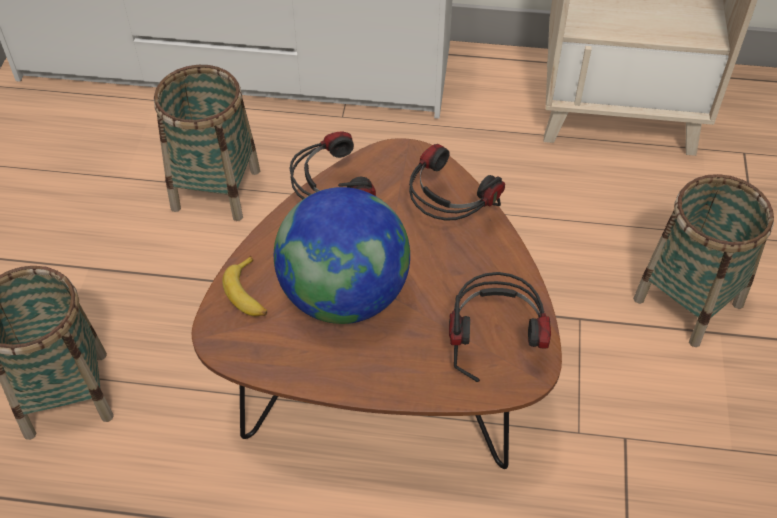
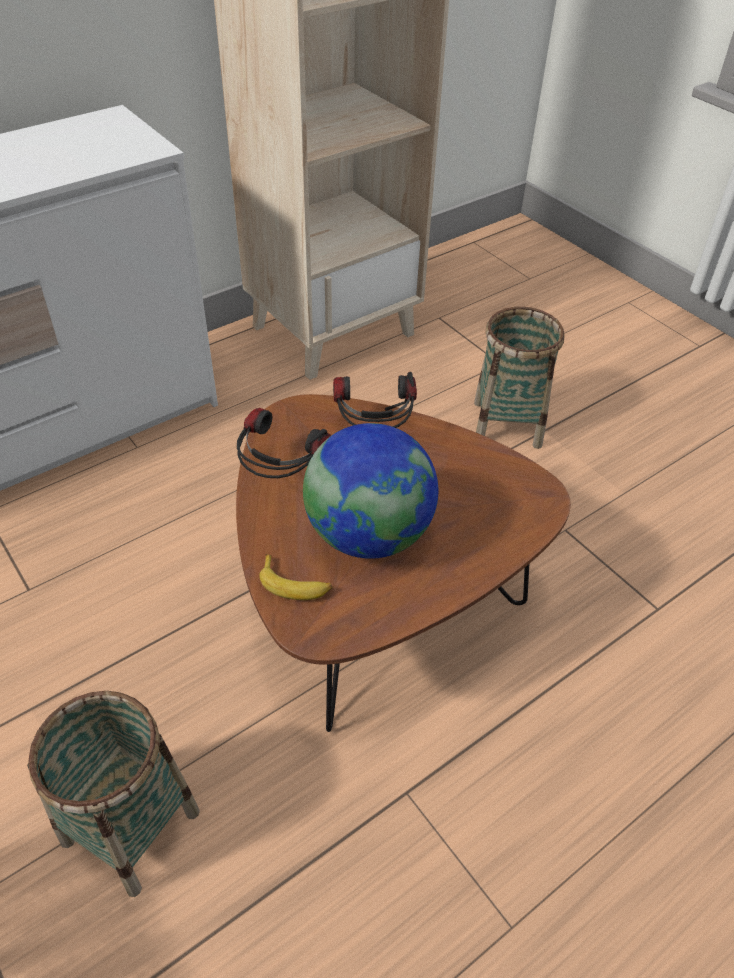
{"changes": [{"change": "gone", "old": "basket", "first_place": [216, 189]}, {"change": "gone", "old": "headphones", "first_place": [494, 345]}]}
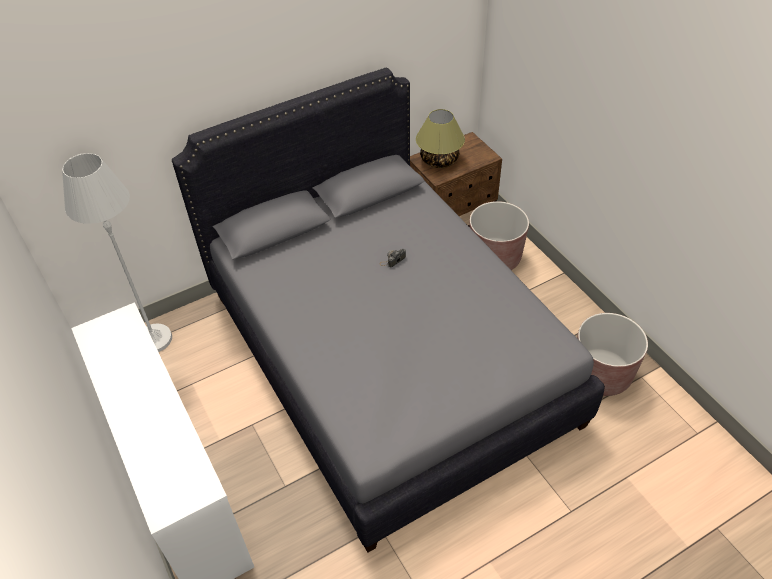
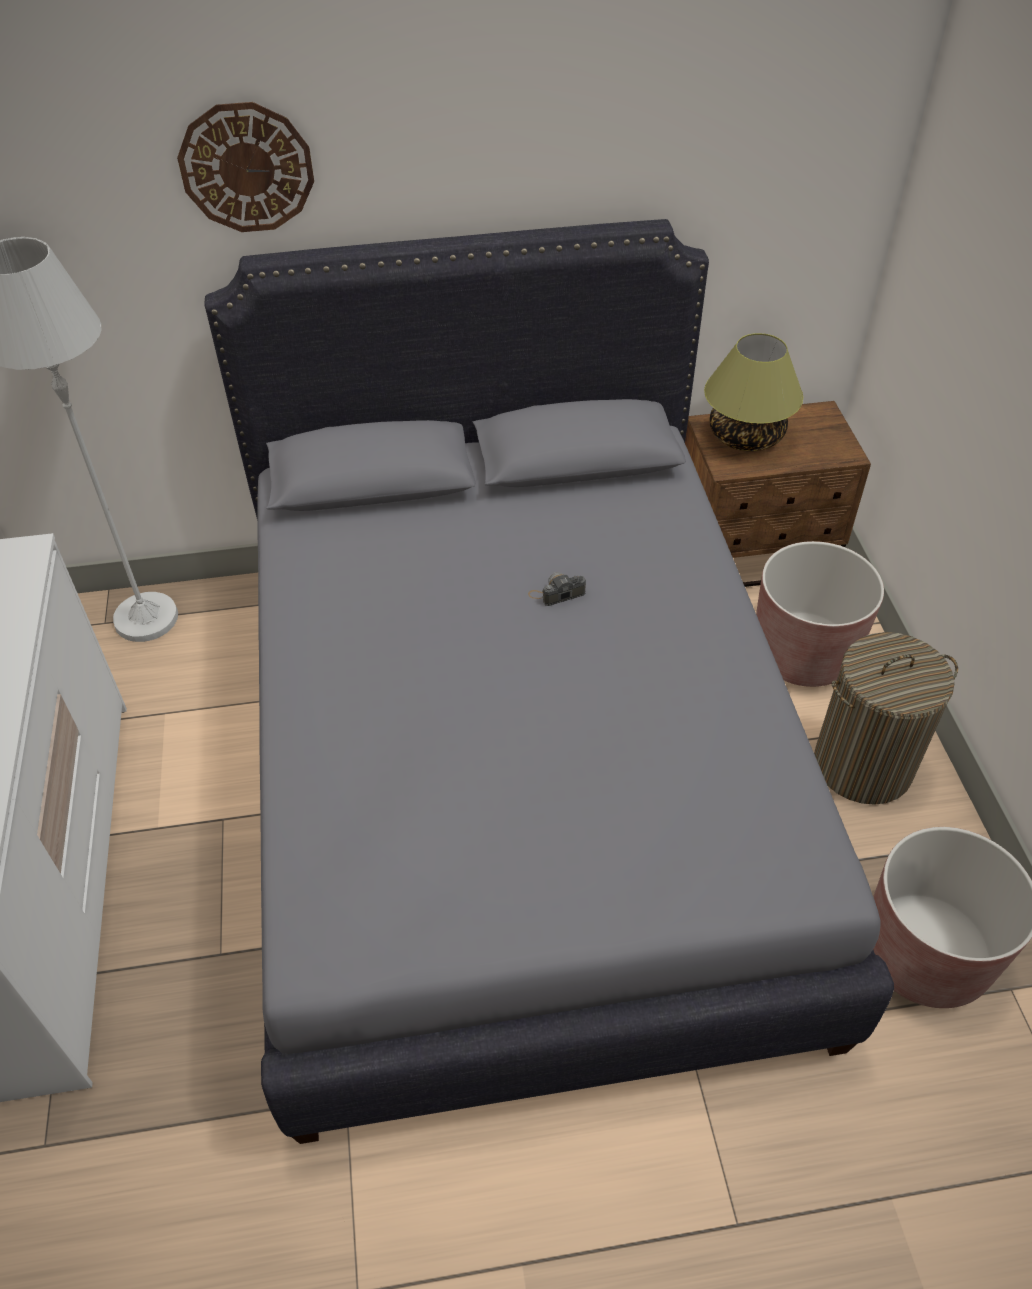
{"changes": [{"change": "new", "new": "wall clock", "second_place": [246, 168]}, {"change": "new", "new": "laundry basket", "second_place": [863, 764]}]}
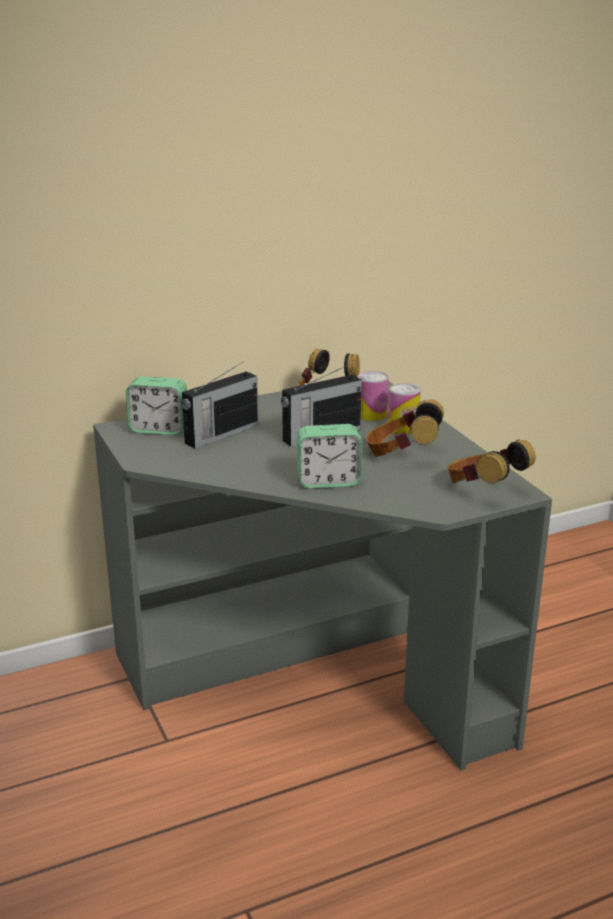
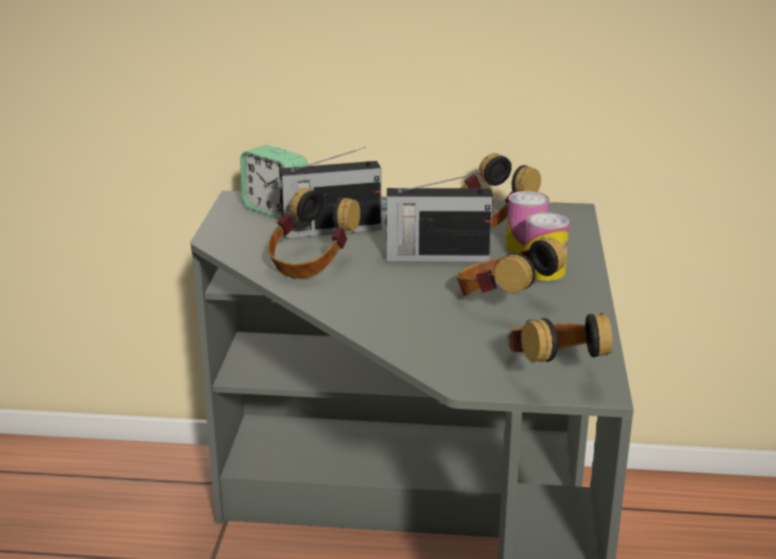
{"changes": [{"change": "gone", "old": "alarm clock", "first_place": [328, 481]}, {"change": "new", "new": "headphones", "second_place": [311, 264]}]}
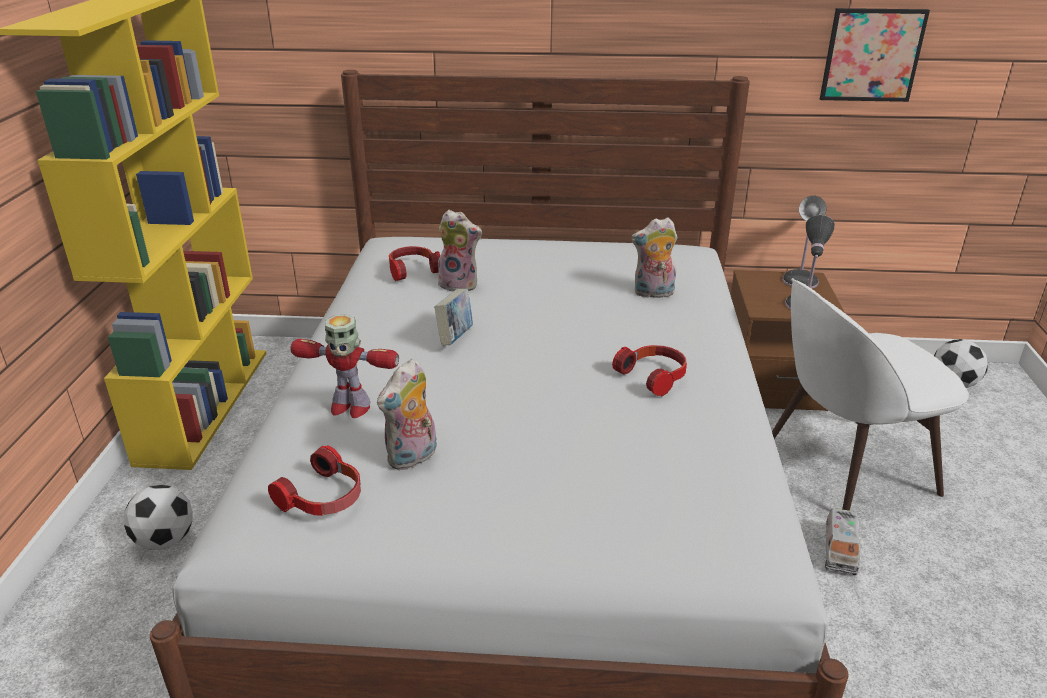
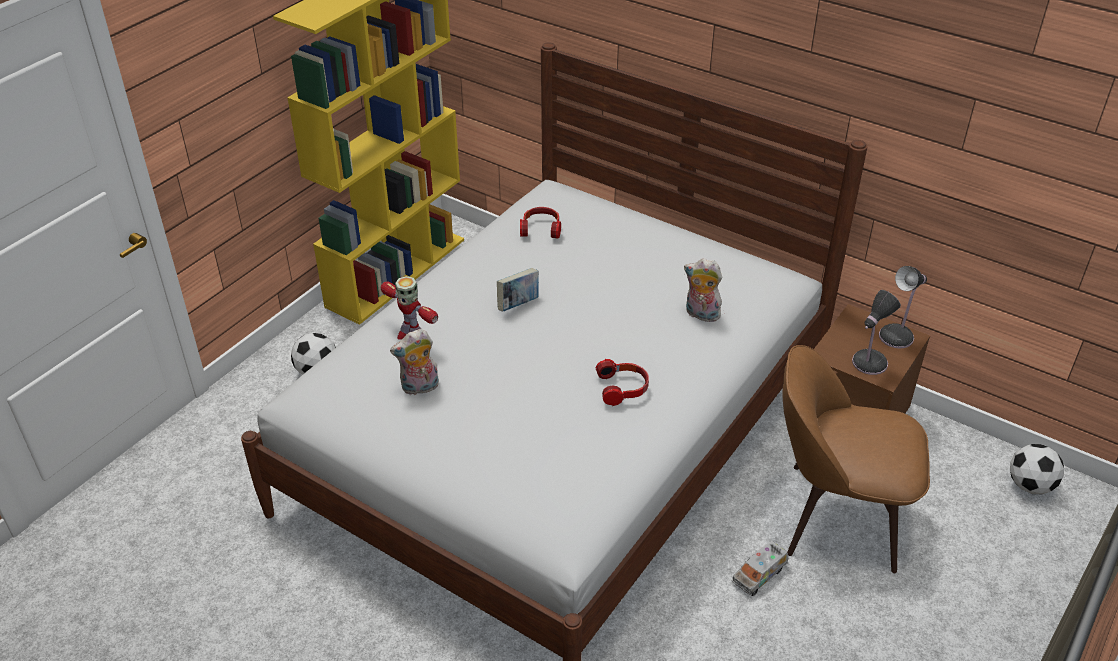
{"changes": [{"change": "gone", "old": "picture", "first_place": [872, 55]}, {"change": "gone", "old": "plush toy", "first_place": [460, 284]}, {"change": "repainted", "old": "white chair", "new": "brown chair", "first_place": [844, 467], "second_place": [835, 515]}, {"change": "gone", "old": "headphones", "first_place": [324, 498]}]}
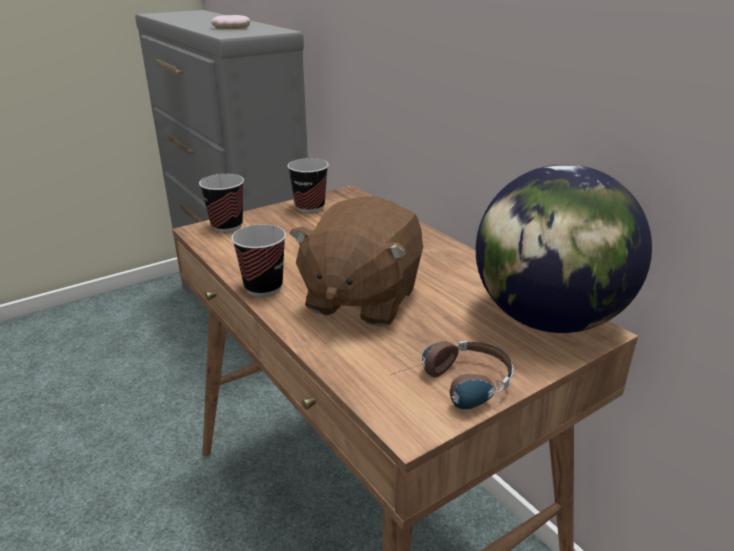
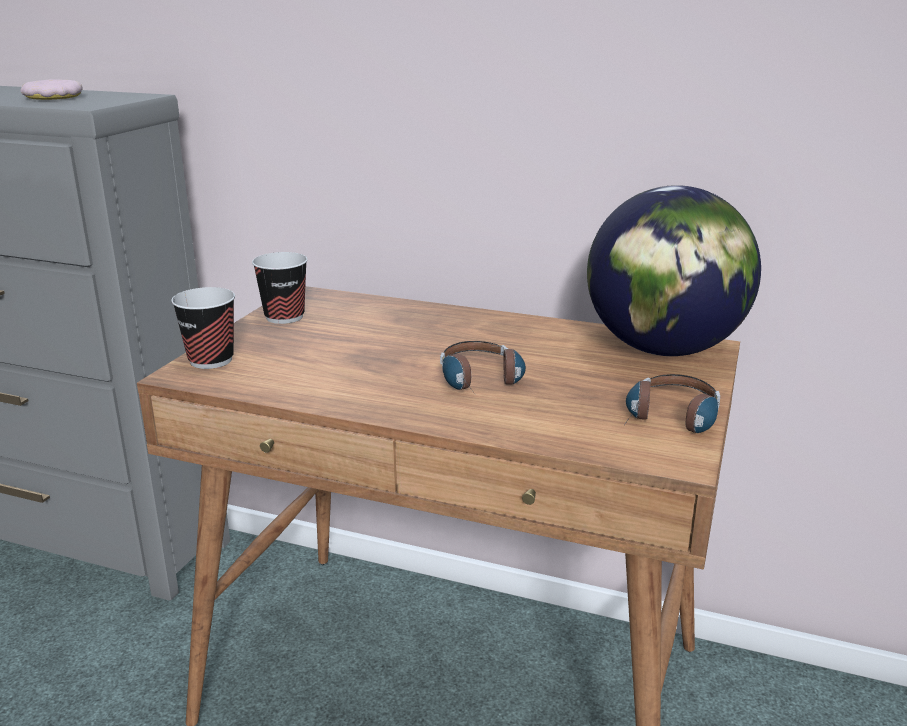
{"changes": [{"change": "swapped", "old": "brown plush toy", "new": "headphones", "first_place": [361, 299], "second_place": [483, 383]}, {"change": "gone", "old": "cup", "first_place": [263, 287]}]}
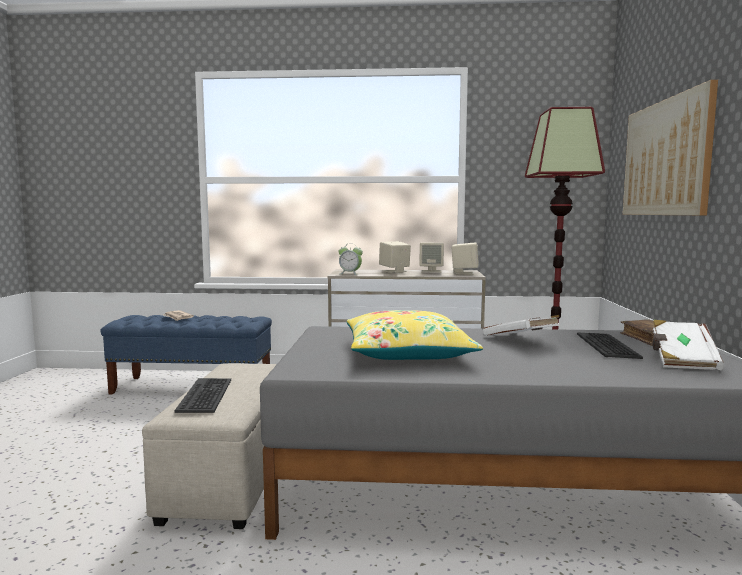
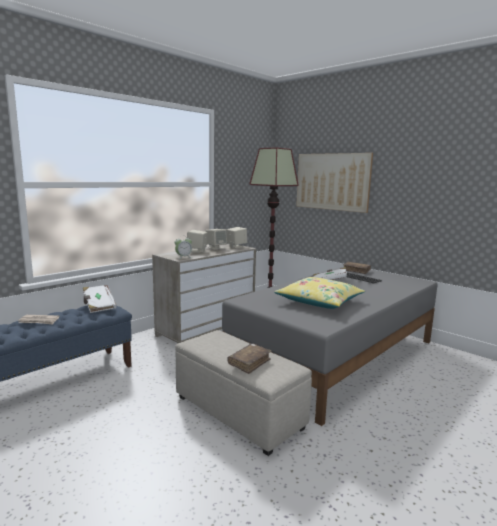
{"changes": [{"change": "shifted", "old": "white book", "first_place": [682, 360], "second_place": [98, 306]}, {"change": "swapped", "old": "keyboard", "new": "brown book", "first_place": [206, 395], "second_place": [249, 363]}]}
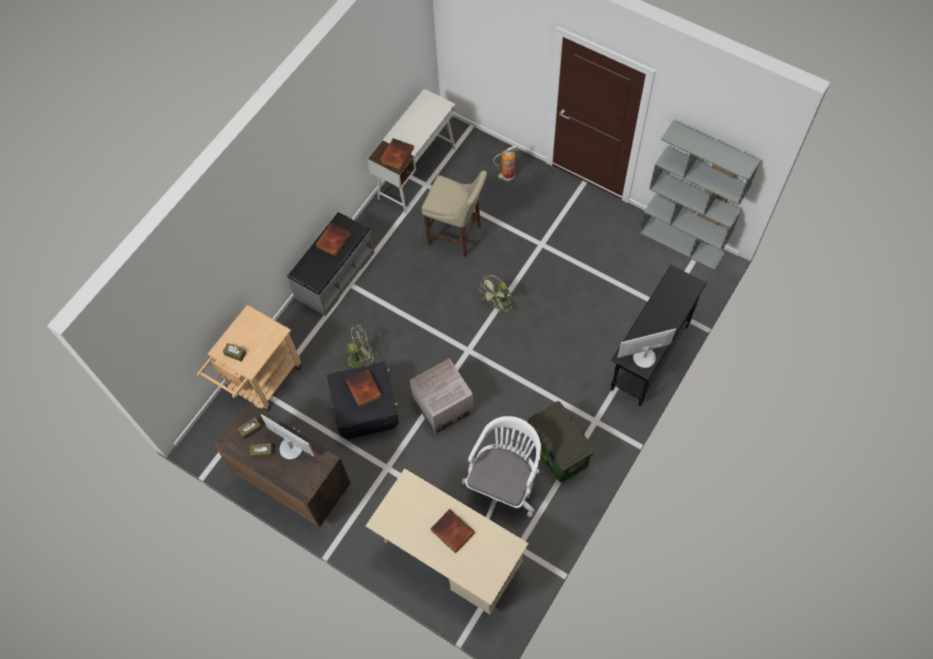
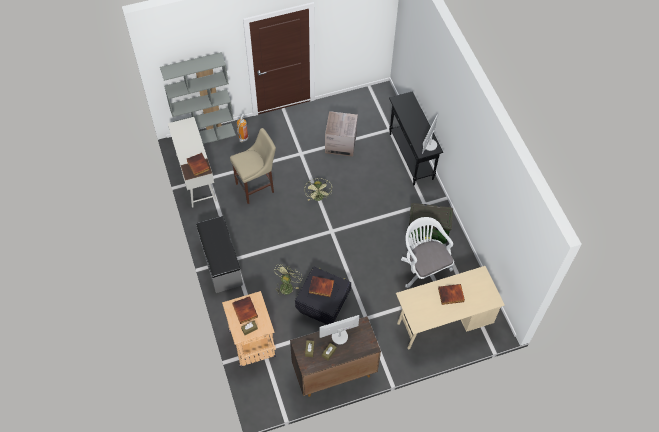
{"changes": [{"change": "shifted", "old": "grey bookcase", "first_place": [682, 242], "second_place": [206, 136]}, {"change": "shifted", "old": "book", "first_place": [333, 240], "second_place": [244, 310]}, {"change": "shifted", "old": "cardboard box", "first_place": [443, 406], "second_place": [340, 143]}]}
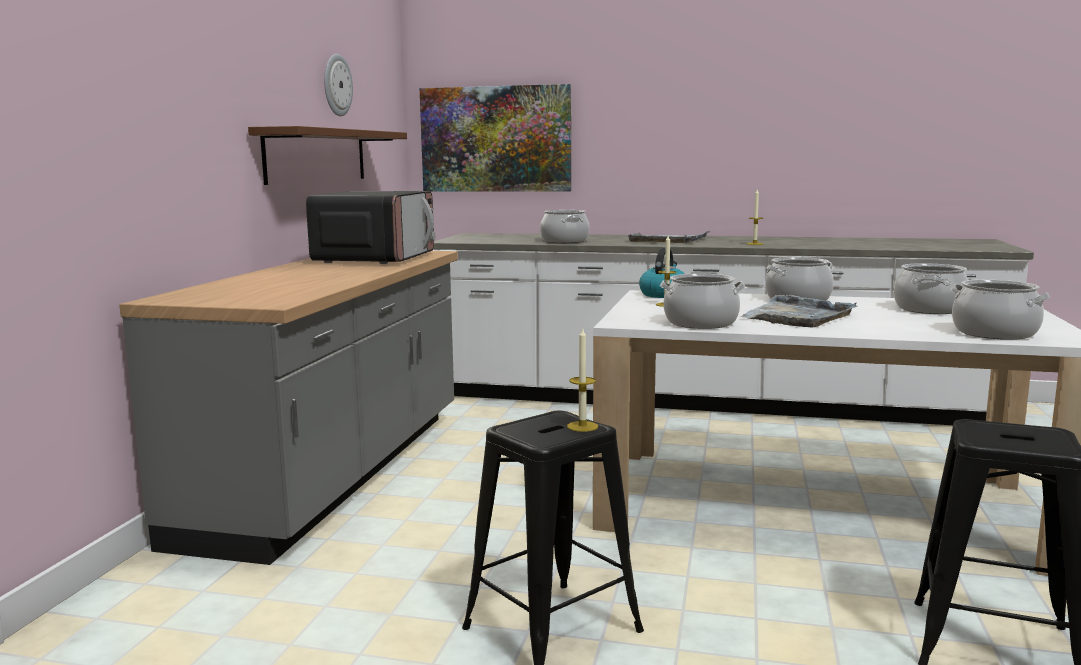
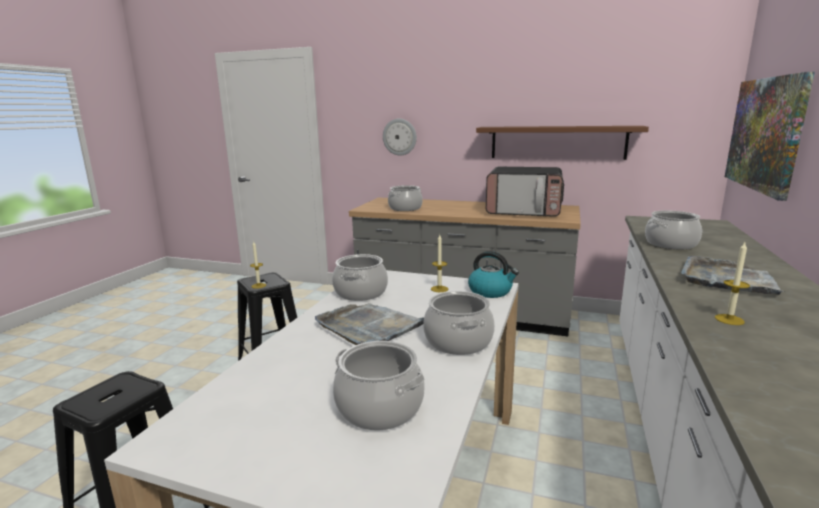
{"changes": [{"change": "shifted", "old": "wall clock", "first_place": [336, 85], "second_place": [399, 137]}, {"change": "shifted", "old": "cooking pot", "first_place": [994, 333], "second_place": [405, 208]}]}
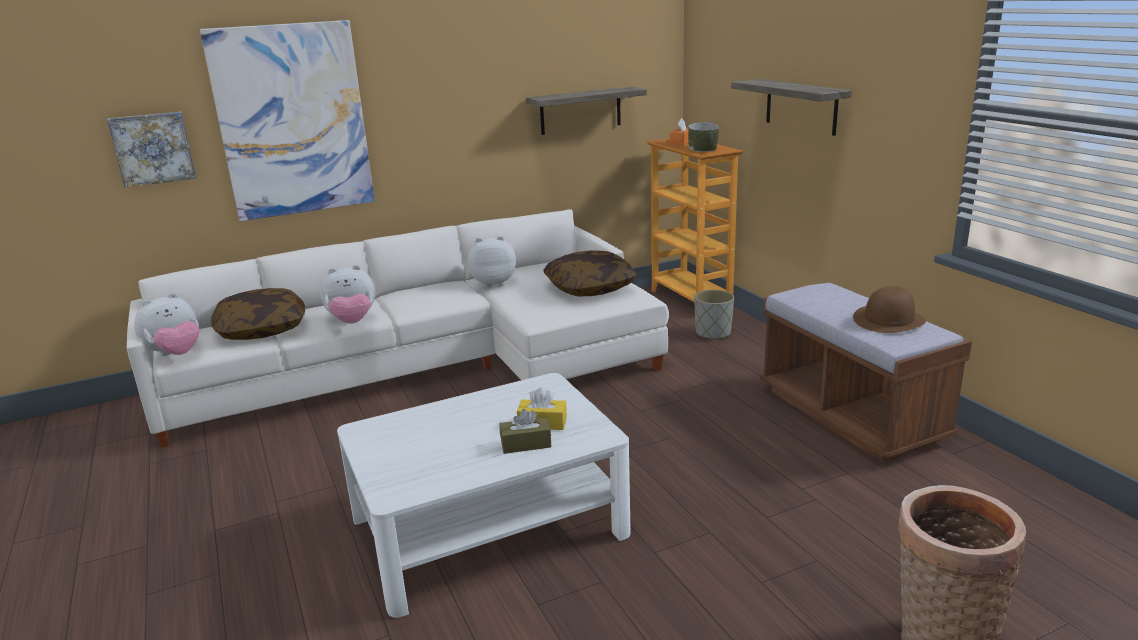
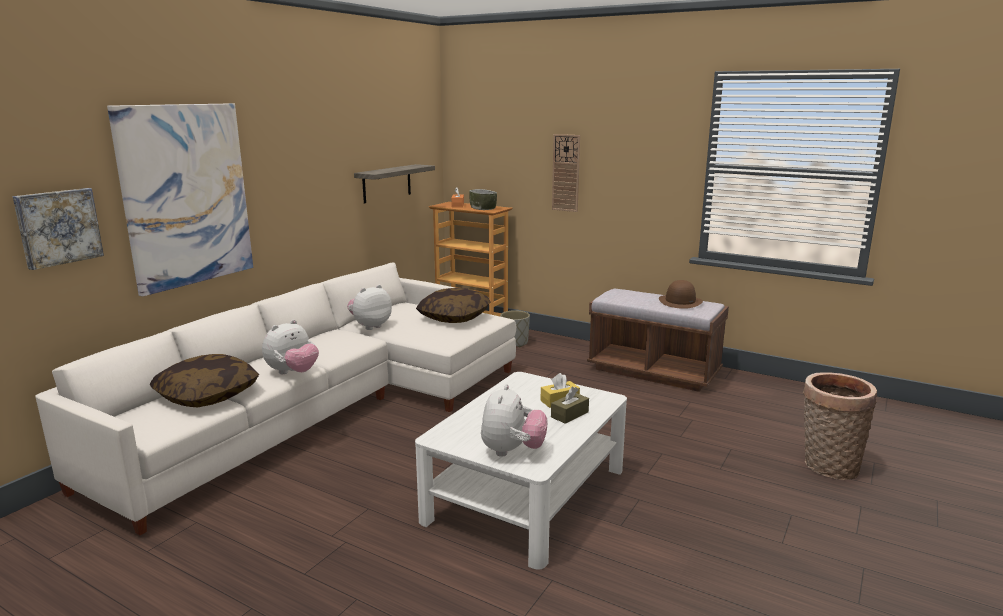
{"changes": [{"change": "swapped", "old": "shelf", "new": "wall clock", "first_place": [801, 106], "second_place": [566, 173]}, {"change": "shifted", "old": "plush toy", "first_place": [176, 354], "second_place": [512, 451]}]}
